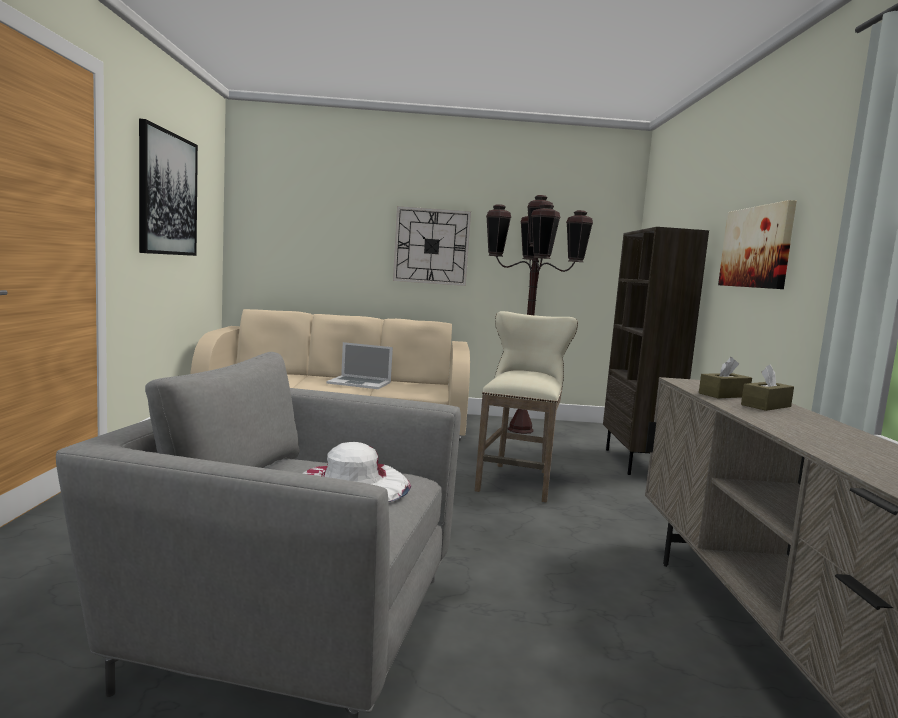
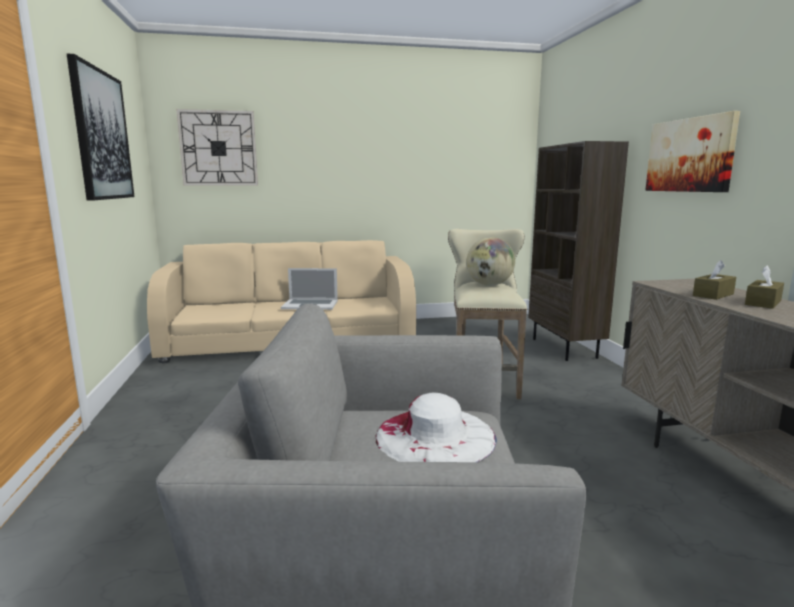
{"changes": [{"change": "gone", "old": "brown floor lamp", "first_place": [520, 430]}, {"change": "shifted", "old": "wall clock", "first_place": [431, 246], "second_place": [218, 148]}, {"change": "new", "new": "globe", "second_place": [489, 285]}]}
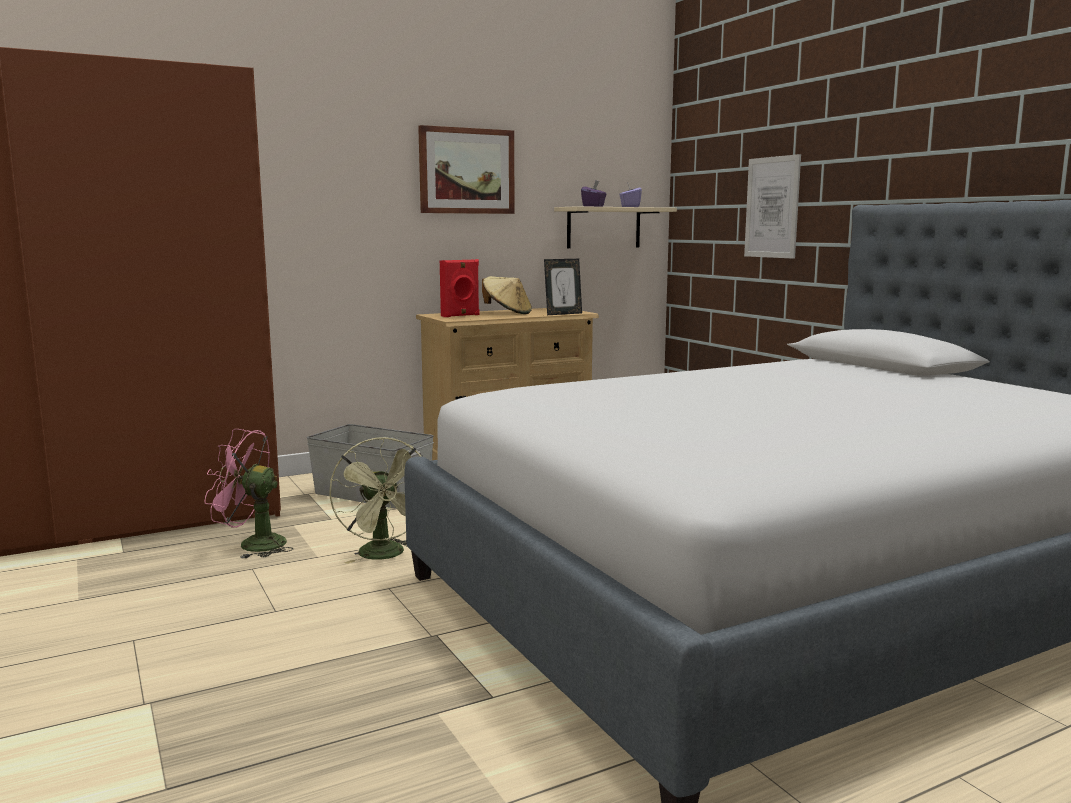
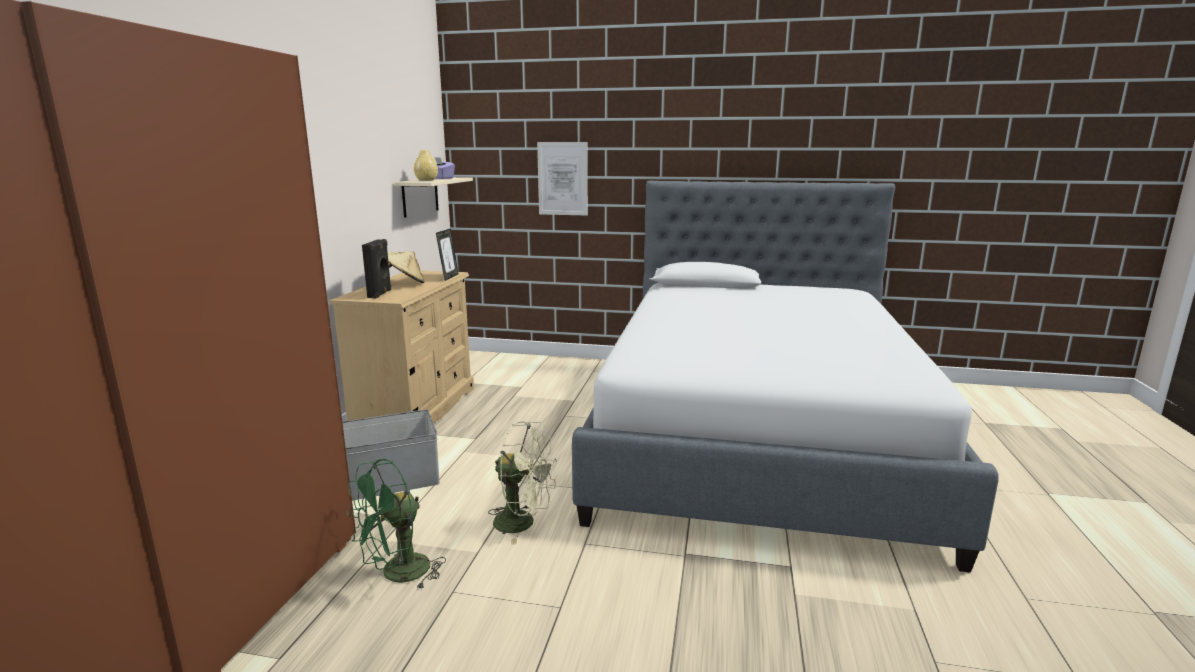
{"changes": [{"change": "gone", "old": "picture", "first_place": [466, 171]}, {"change": "swapped", "old": "purple tissue box", "new": "yellow vase", "first_place": [593, 206], "second_place": [426, 180]}, {"change": "repainted", "old": "red speaker", "new": "black speaker", "first_place": [460, 315], "second_place": [380, 294]}, {"change": "repainted", "old": "pink fan", "new": "green fan", "first_place": [252, 545], "second_place": [397, 575]}]}
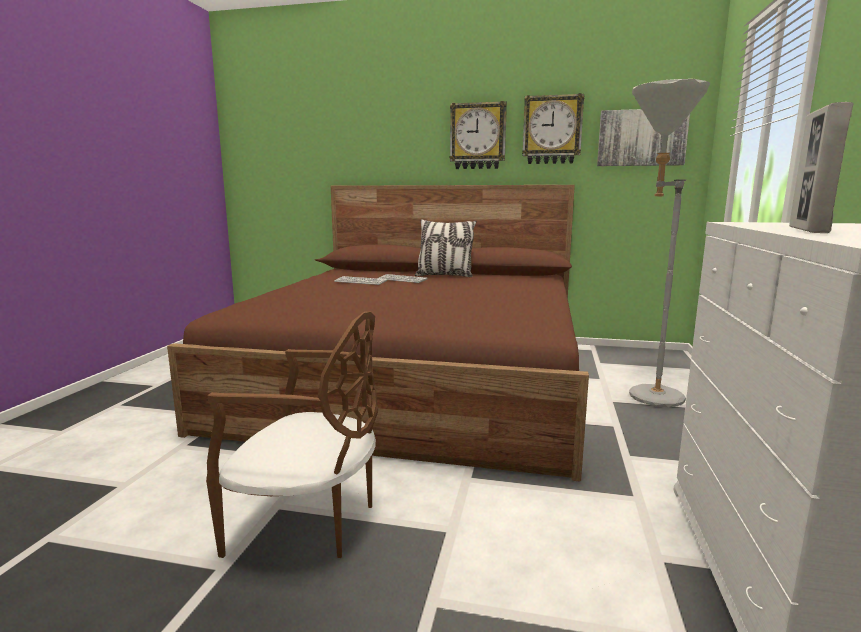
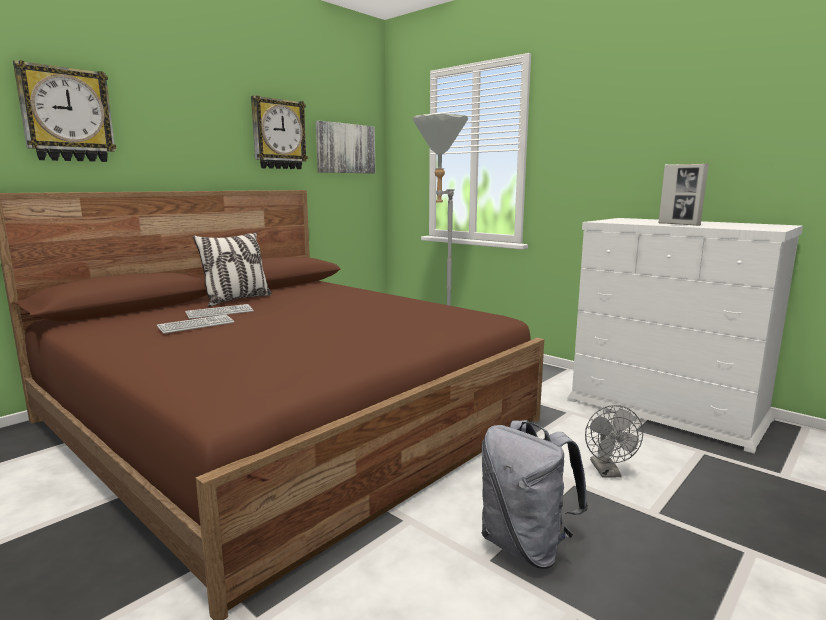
{"changes": [{"change": "shifted", "old": "wall clock", "first_place": [478, 136], "second_place": [67, 115]}, {"change": "swapped", "old": "brown chair", "new": "grey backpack", "first_place": [309, 523], "second_place": [526, 546]}, {"change": "new", "new": "grey fan", "second_place": [608, 472]}]}
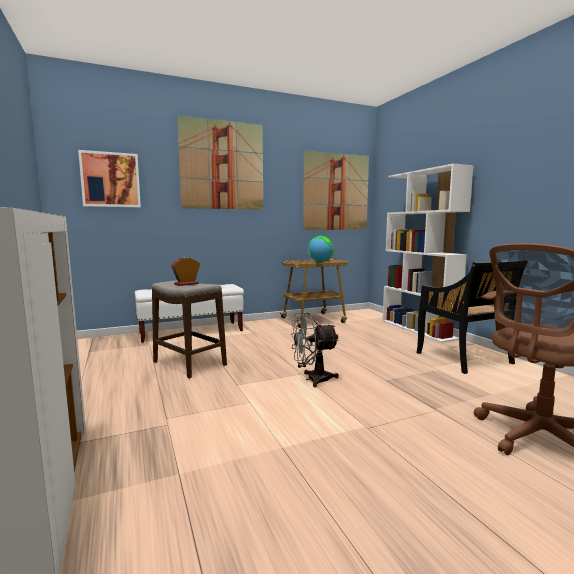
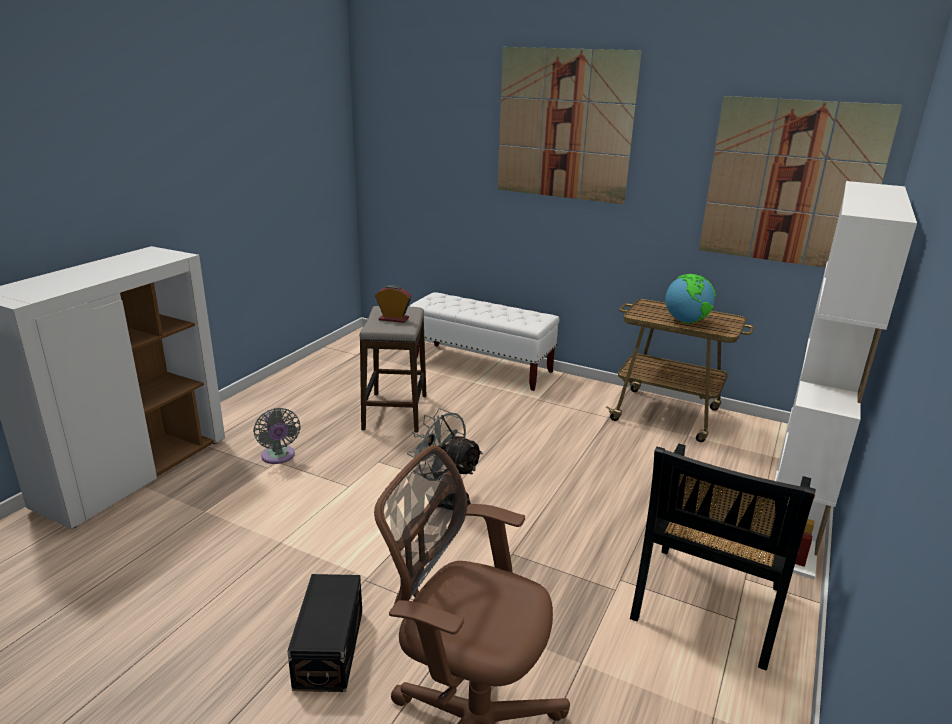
{"changes": [{"change": "gone", "old": "picture", "first_place": [110, 180]}, {"change": "new", "new": "grey fan", "second_place": [278, 457]}, {"change": "new", "new": "black storage box", "second_place": [331, 647]}]}
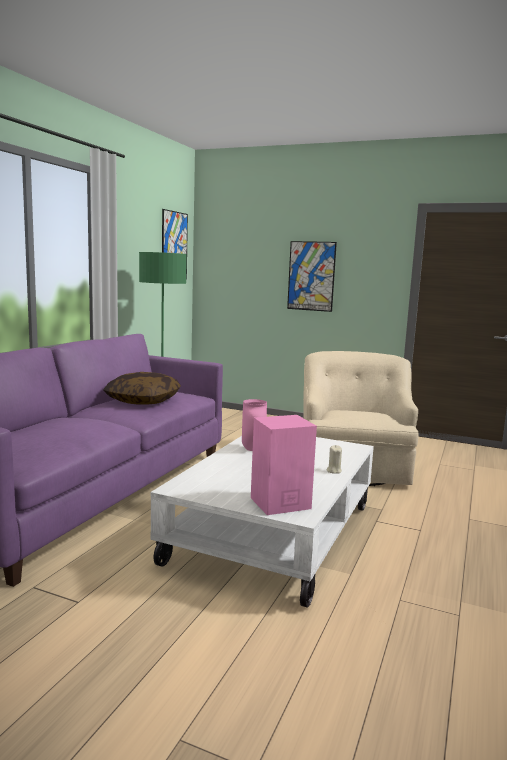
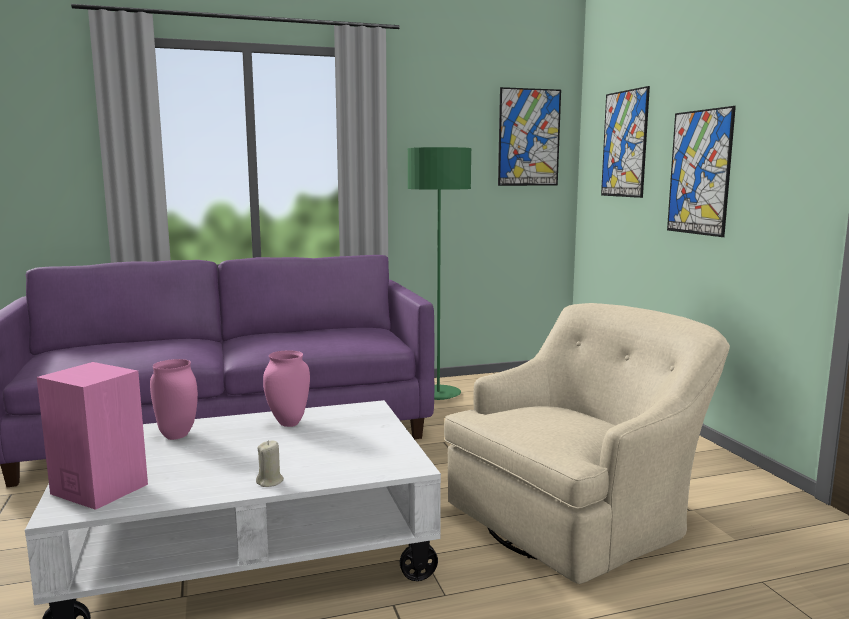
{"changes": [{"change": "gone", "old": "pillow", "first_place": [143, 400]}, {"change": "new", "new": "picture", "second_place": [624, 144]}, {"change": "new", "new": "pink vase", "second_place": [178, 435]}]}
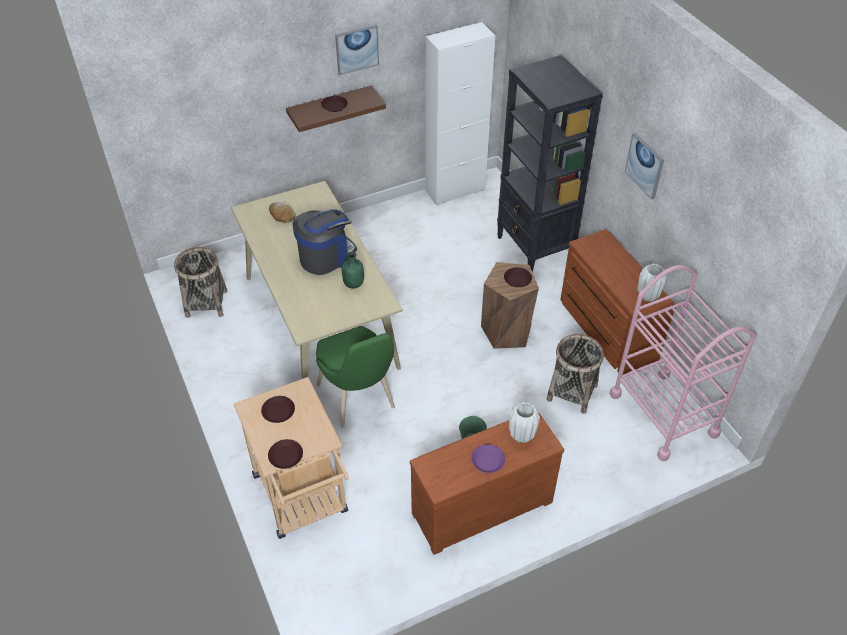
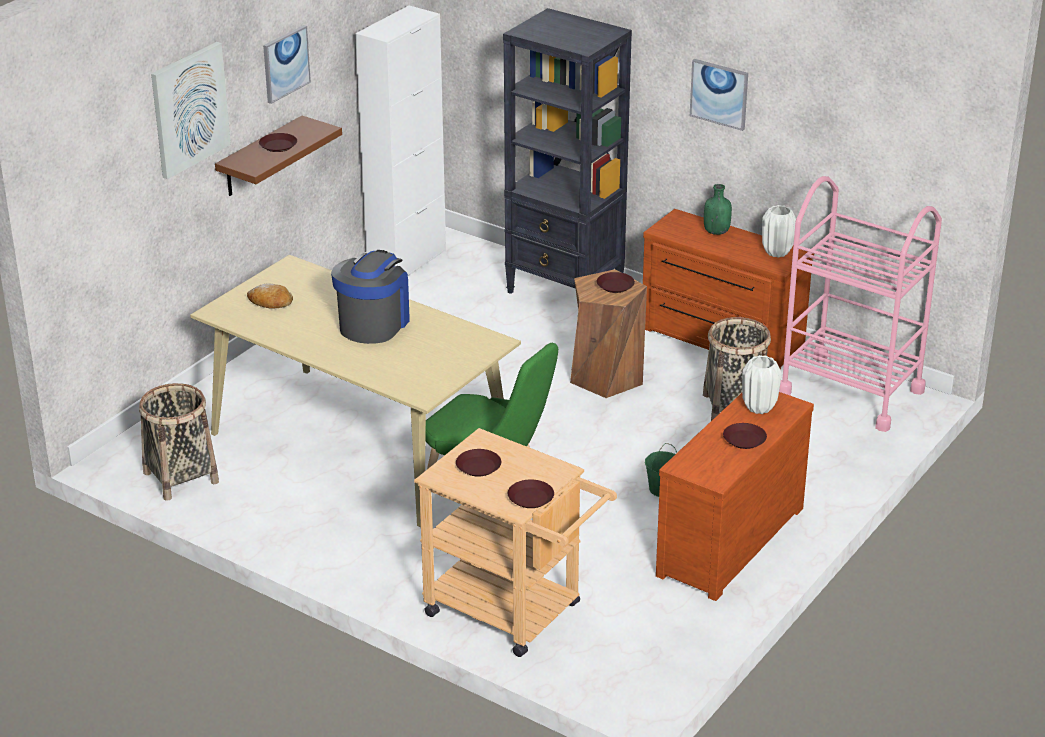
{"changes": [{"change": "shifted", "old": "green bottle", "first_place": [354, 283], "second_place": [716, 231]}, {"change": "repainted", "old": "purple plate", "new": "brown plate", "first_place": [488, 461], "second_place": [745, 440]}, {"change": "new", "new": "picture", "second_place": [189, 109]}]}
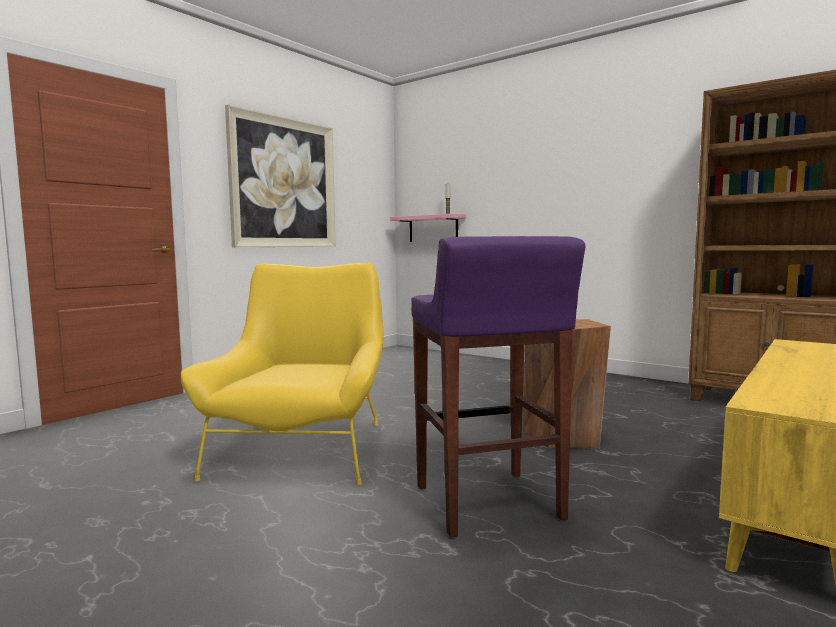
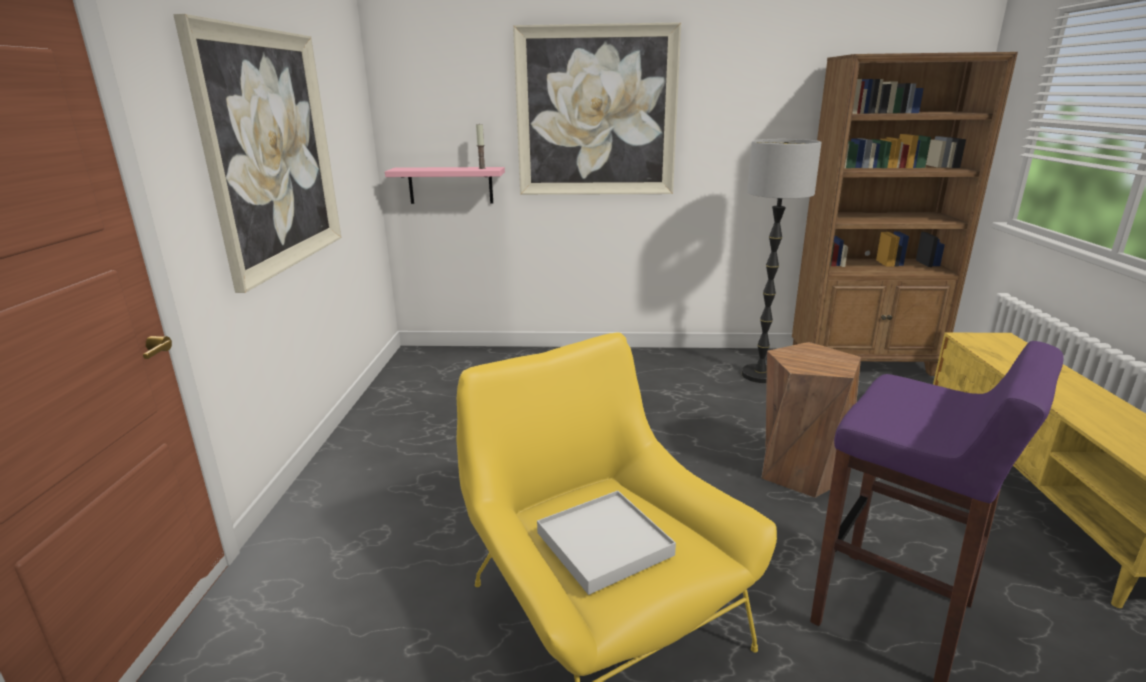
{"changes": [{"change": "new", "new": "picture", "second_place": [596, 112]}, {"change": "new", "new": "floor lamp", "second_place": [759, 375]}, {"change": "new", "new": "white tray", "second_place": [604, 543]}]}
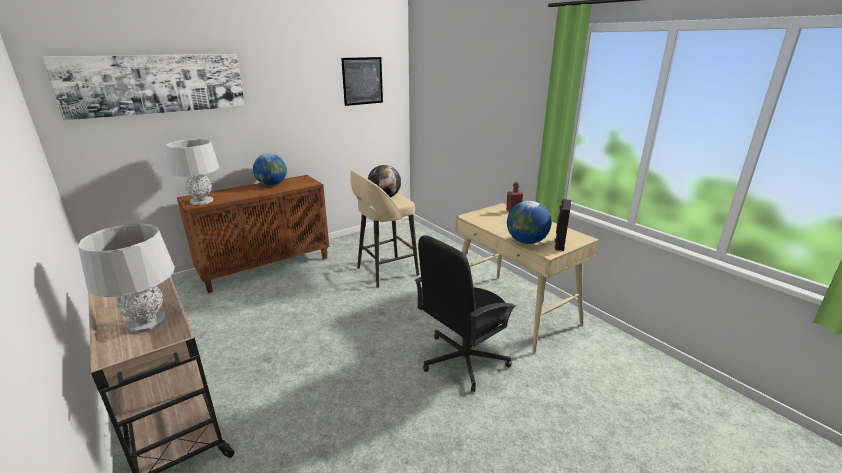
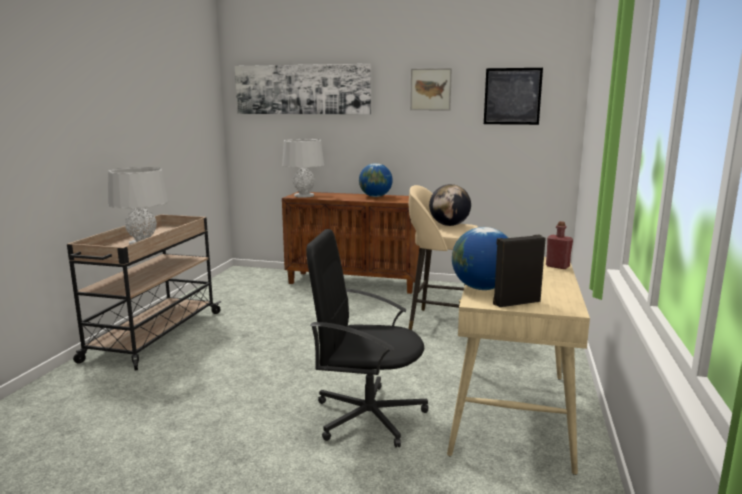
{"changes": [{"change": "new", "new": "picture", "second_place": [430, 89]}]}
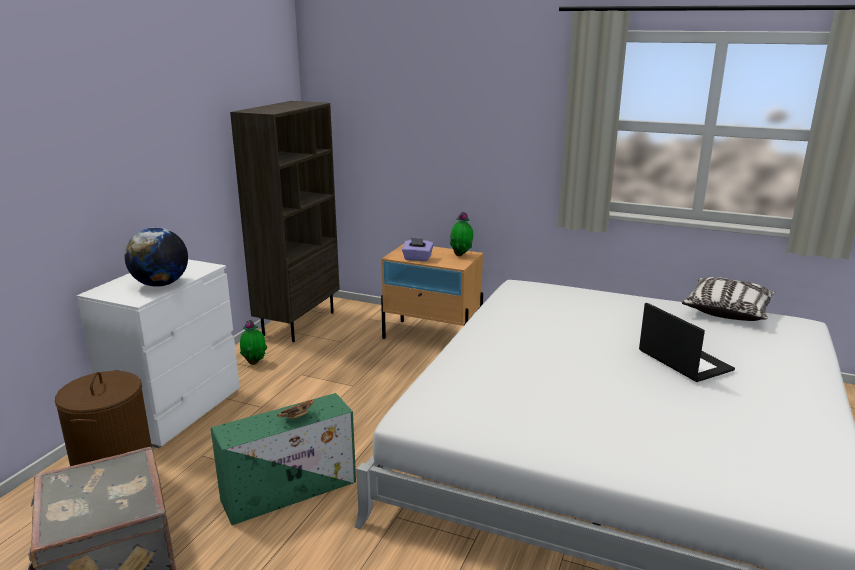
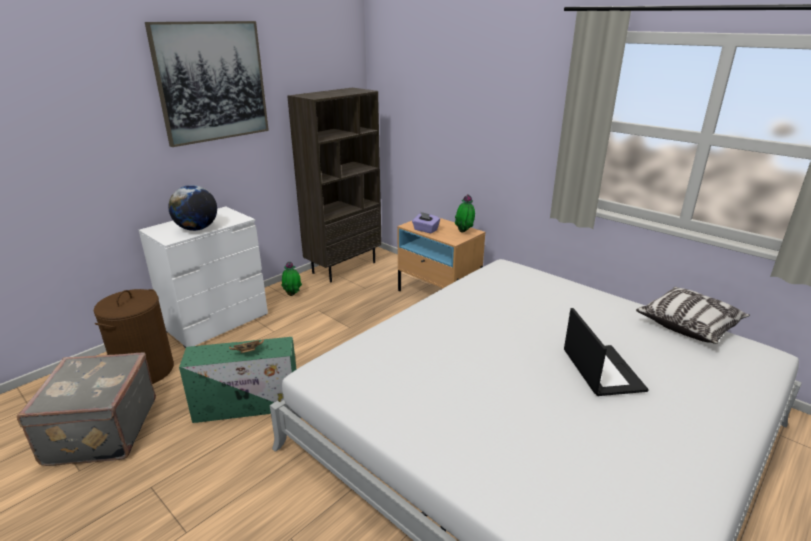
{"changes": [{"change": "new", "new": "picture", "second_place": [212, 82]}]}
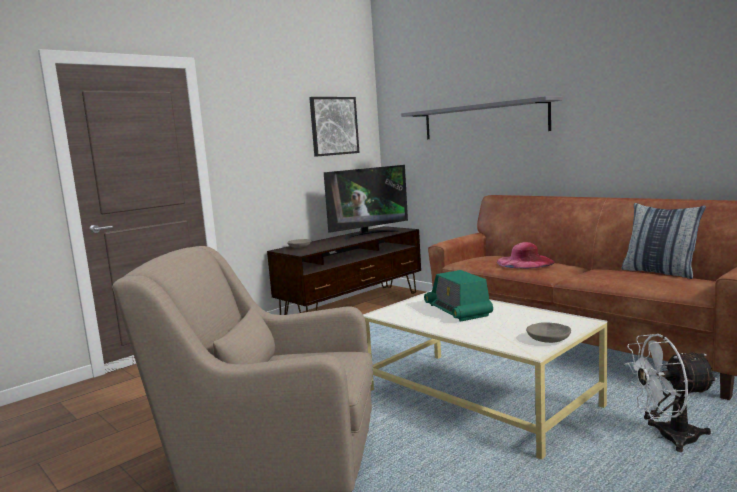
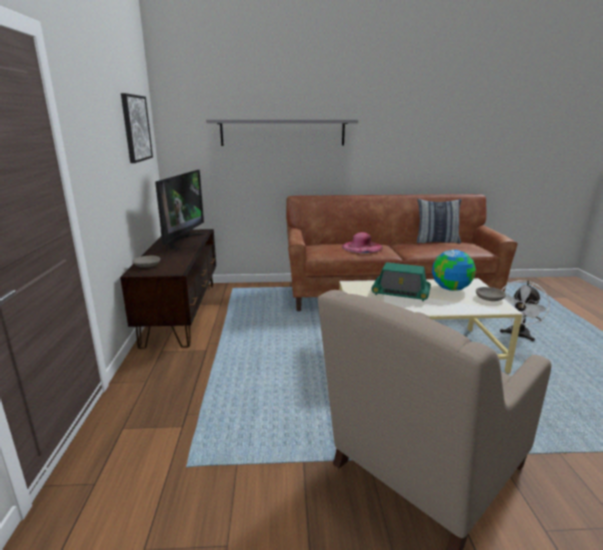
{"changes": [{"change": "new", "new": "globe", "second_place": [451, 288]}]}
